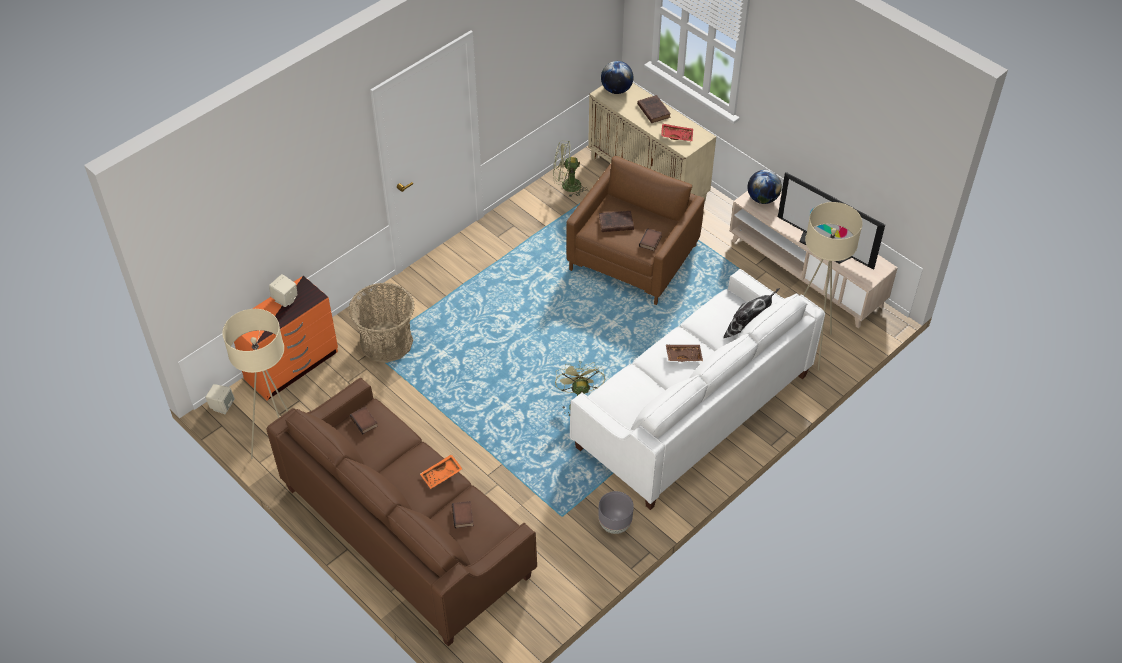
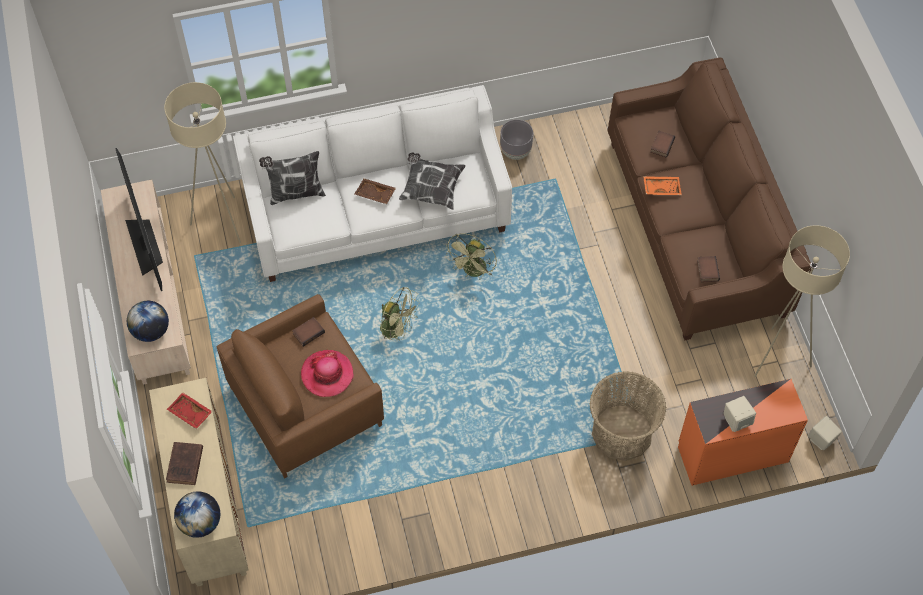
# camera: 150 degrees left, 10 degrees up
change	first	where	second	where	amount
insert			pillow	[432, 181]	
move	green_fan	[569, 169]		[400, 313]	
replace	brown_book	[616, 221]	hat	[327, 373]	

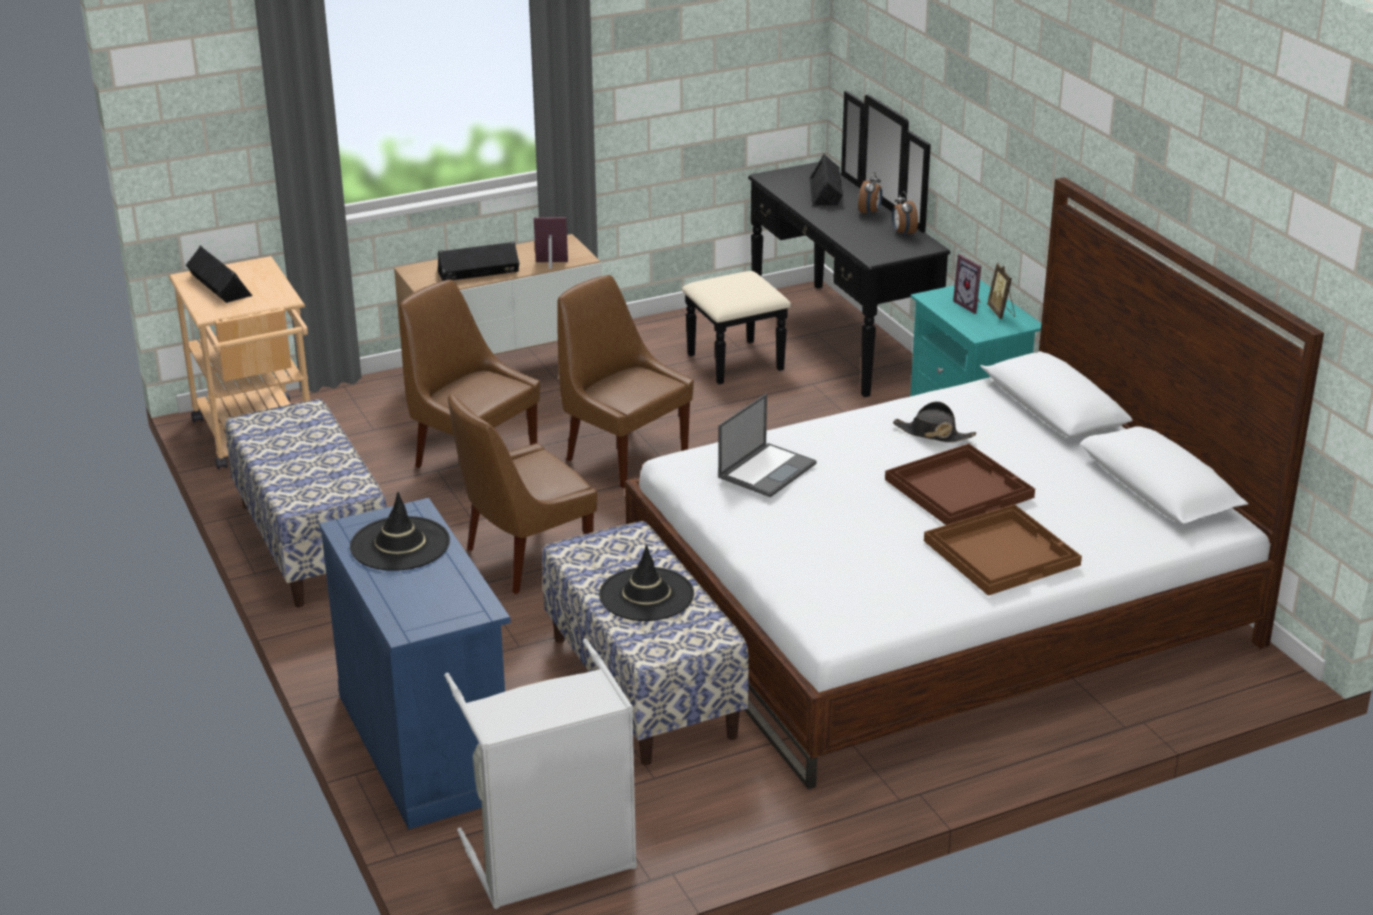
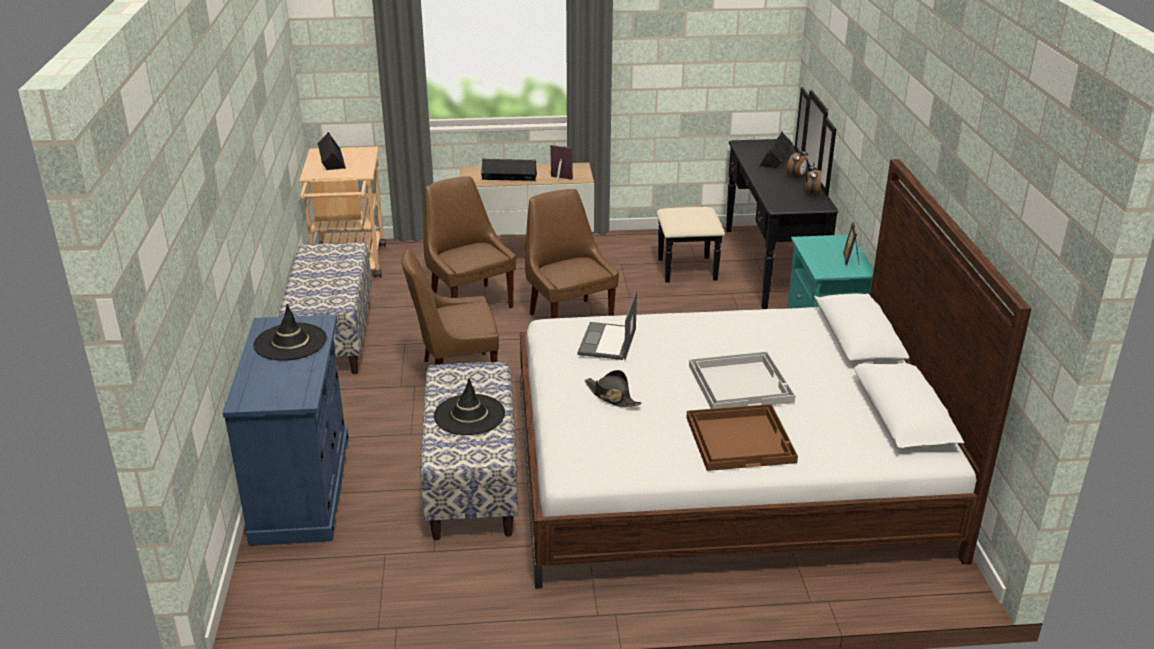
# camera: 20 degrees right, 0 degrees up
change	first	where	second	where	amount
delete	grey_laundry_basket	[540, 774]			
delete	picture_frame	[967, 284]			
move	black_hat	[934, 422]		[613, 388]	
recolor	brown_tray	[960, 484]	white_tray	[742, 380]	
rotate	laptop	[767, 445]		[607, 325]	135 degrees clockwise

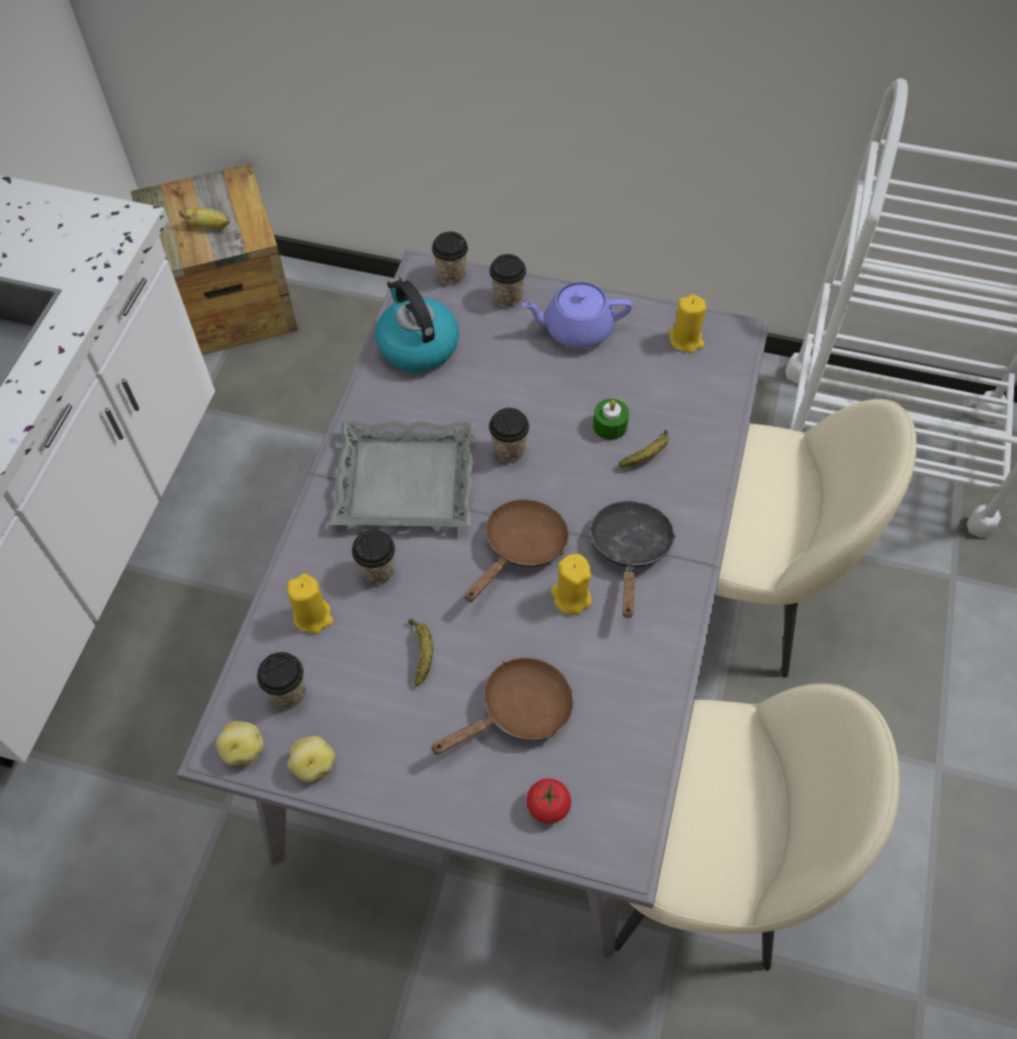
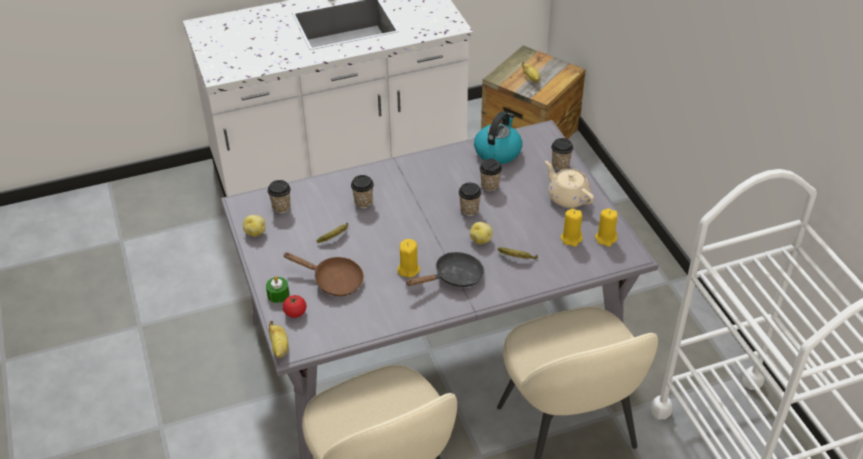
# camera: 55 degrees right, 15 degrees down
change	first	where	second	where	amount
delete	grey_tray	[402, 473]			
delete	brown_frying_pan	[517, 550]			
insert			banana	[279, 339]	
move	potato	[240, 743]		[481, 233]	
move	yellow_candle	[310, 603]		[571, 227]	
move	cup	[450, 258]		[490, 175]	
move	green_candle	[611, 419]		[277, 289]	
recolor	purple_teapot	[576, 315]	beige_teapot	[569, 184]	

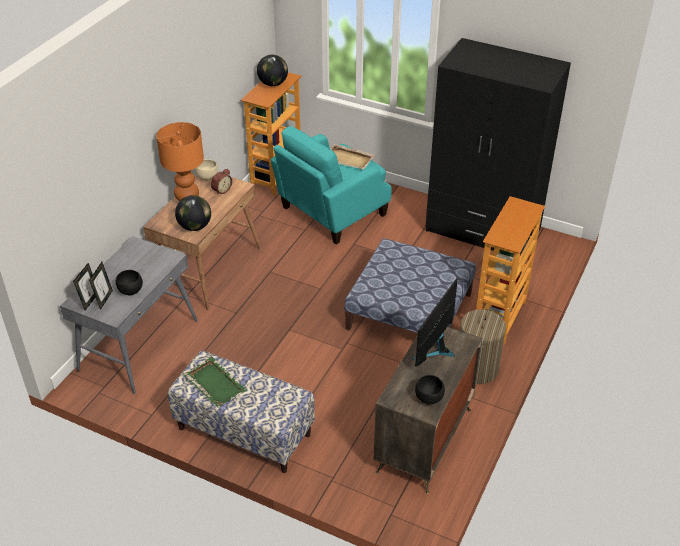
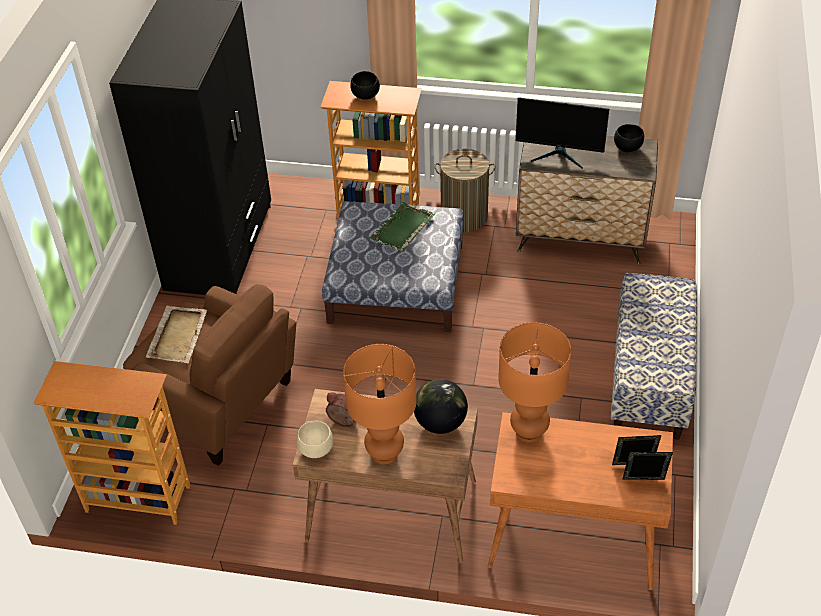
# camera: 105 degrees left, 5 degrees up
change	first	where	second	where	amount
delete	globe	[272, 70]			
insert			orange_table_lamp	[535, 382]	
move	black_bowl	[129, 282]		[365, 85]	
move	green_tray	[215, 382]		[402, 226]	
recolor	grey_desk	[129, 315]	orange_desk	[580, 501]	
recolor	turquoise_armchair	[331, 185]	brown_armchair	[209, 375]	

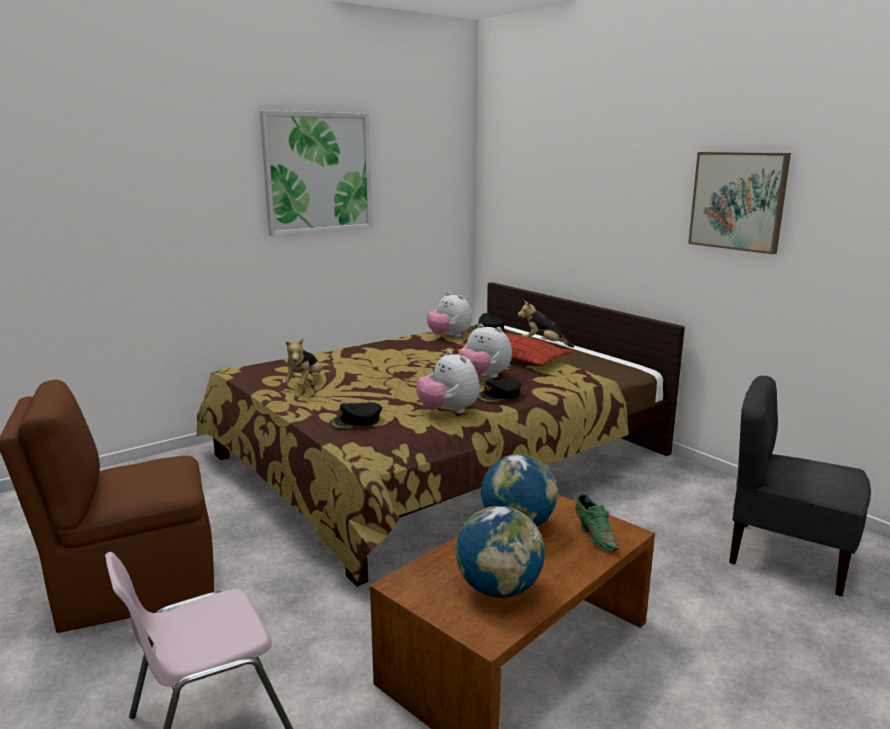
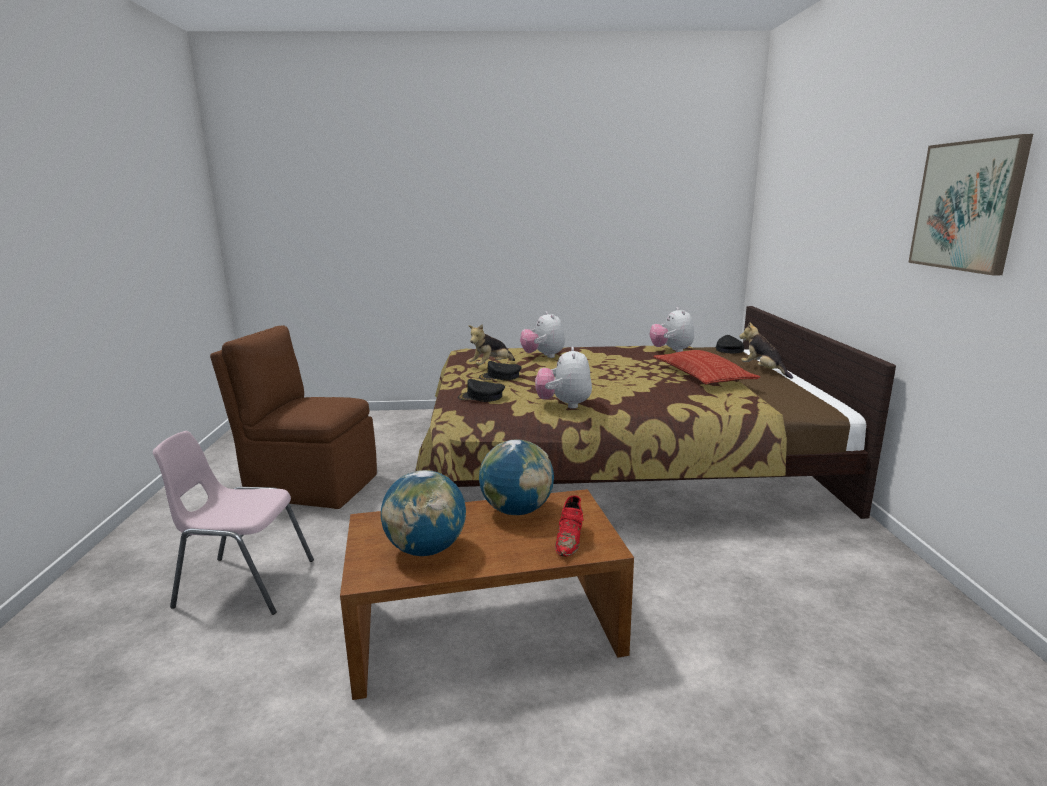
# camera: 35 degrees right, 0 degrees up
change	first	where	second	where	amount
delete	picture	[316, 173]			
delete	grey_chair	[800, 486]			
move	plush_toy	[485, 351]		[542, 334]	
move	black_cap	[499, 391]		[500, 371]	
recolor	green_shoe	[596, 522]	red_shoe	[569, 526]	

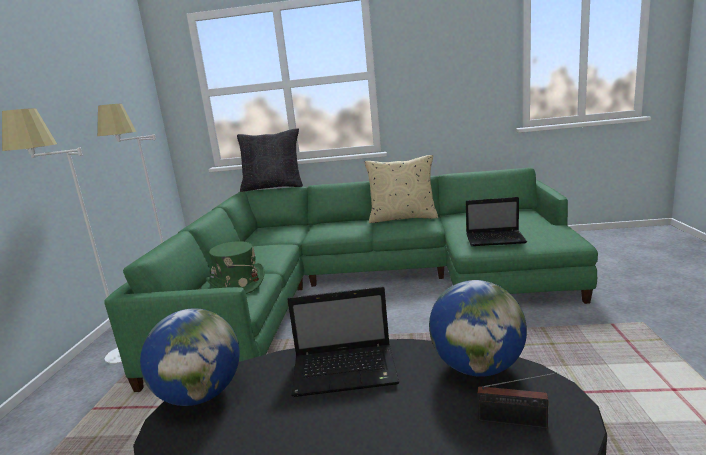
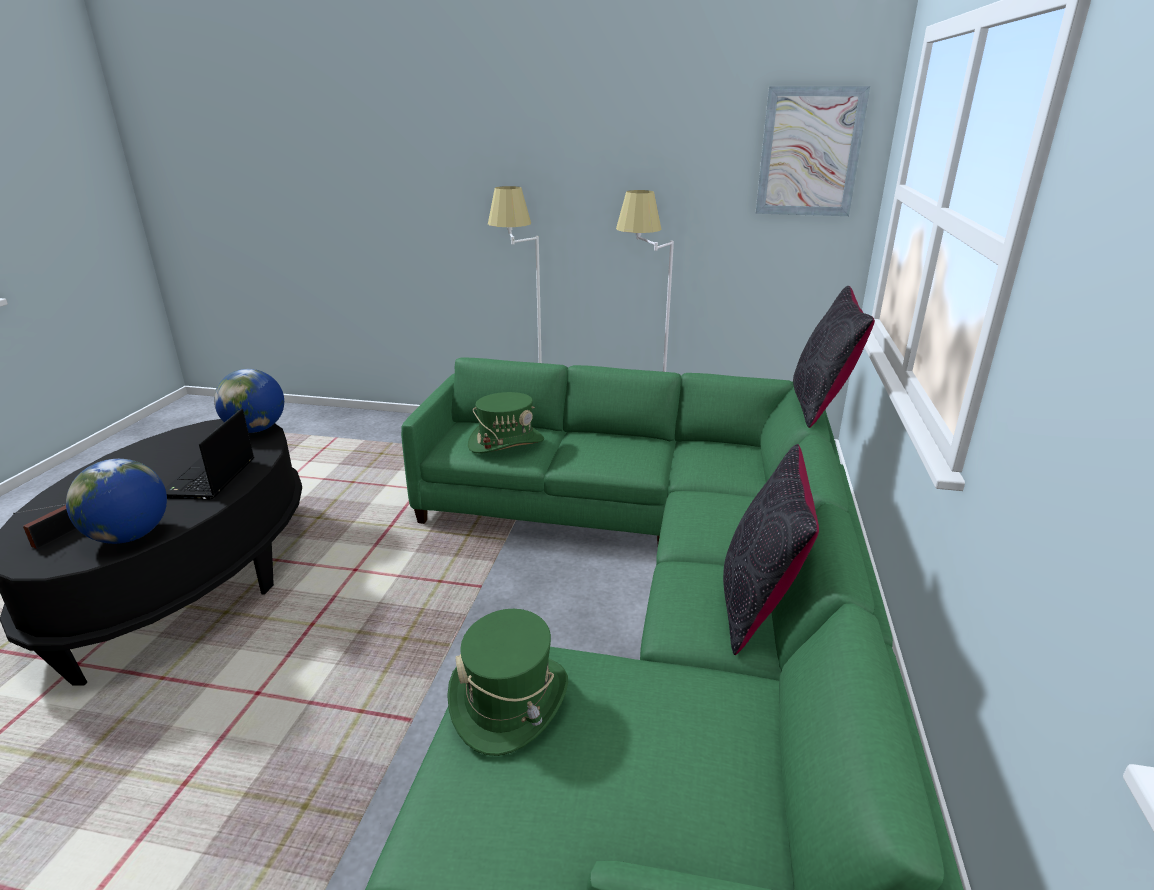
# camera: 95 degrees right, 10 degrees up
change	first	where	second	where	amount
insert			picture	[812, 151]	
replace	laptop	[496, 221]	green_hat	[507, 682]	
recolor	beige_pillow	[401, 189]	black_pillow	[771, 549]	

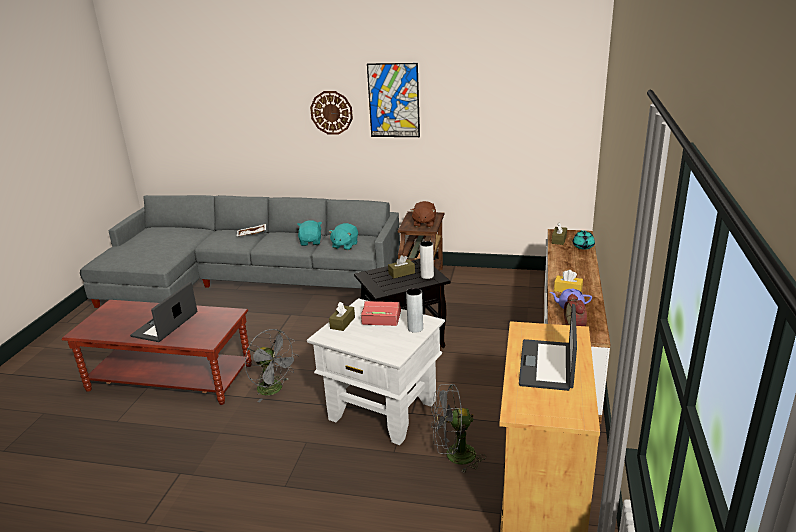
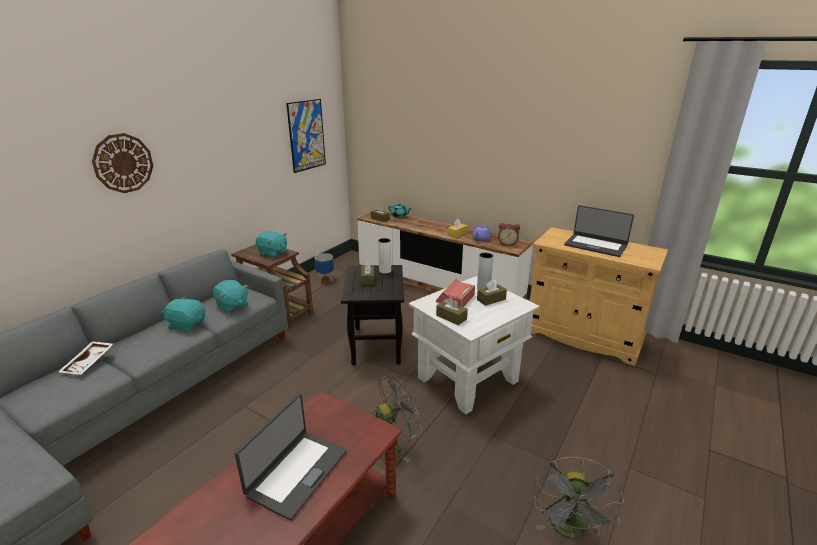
# camera: 70 degrees left, 0 degrees up
change	first	where	second	where	amount
insert			planter	[324, 268]	
insert			brown_tissue_box	[492, 292]	
move	picture	[393, 100]		[306, 136]	
move	grey_fan	[458, 428]		[578, 498]	
recolor	brown_plush_toy	[423, 214]	turquoise_plush_toy	[271, 244]	
rotate	laptop	[163, 312]		[291, 456]	105 degrees counterclockwise

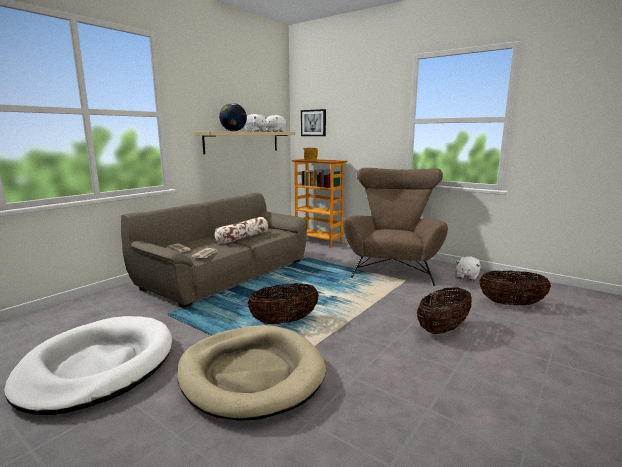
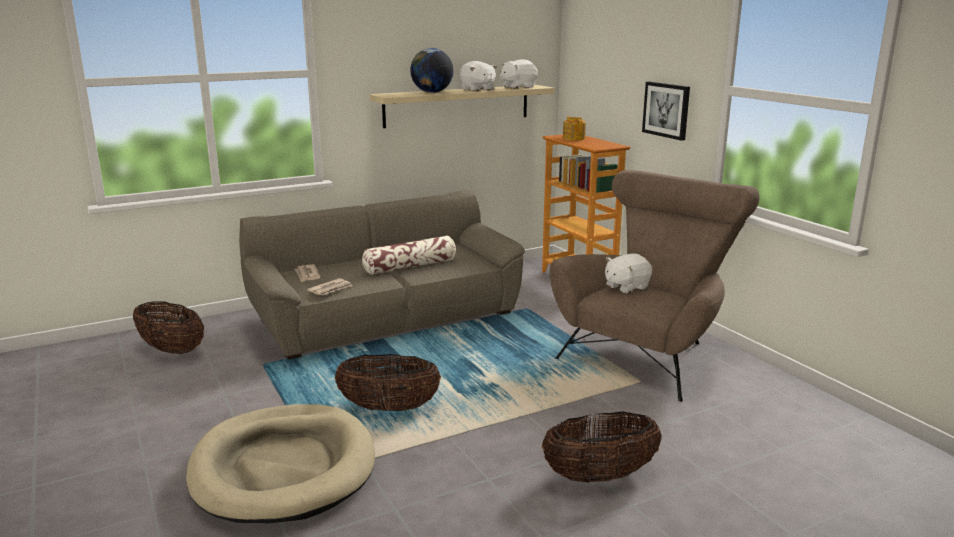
# camera: 25 degrees right, 5 degrees up
change	first	where	second	where	amount
delete	white_dog_bed	[88, 365]			
move	picture	[313, 122]		[666, 111]	
move	white_plush_toy	[468, 268]		[628, 274]	
move	basket	[515, 288]		[168, 328]	

